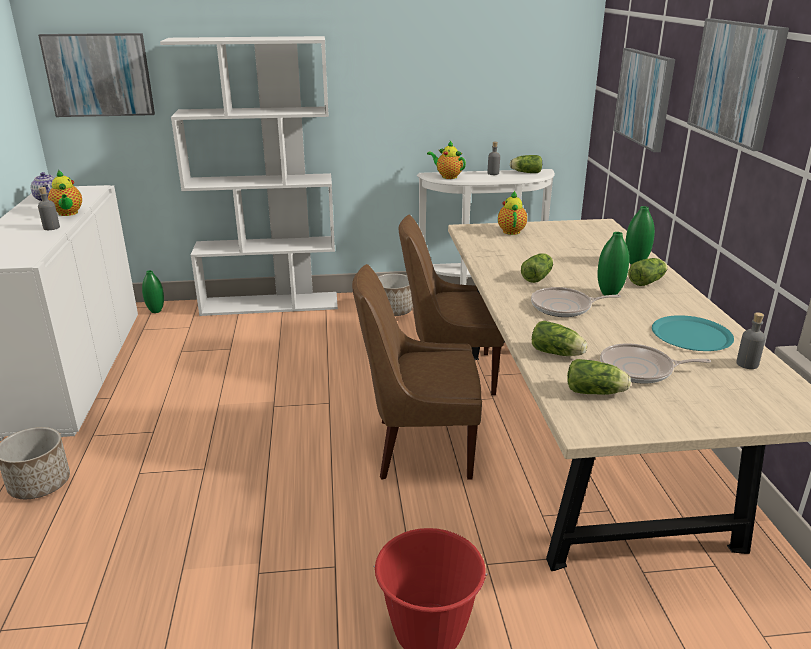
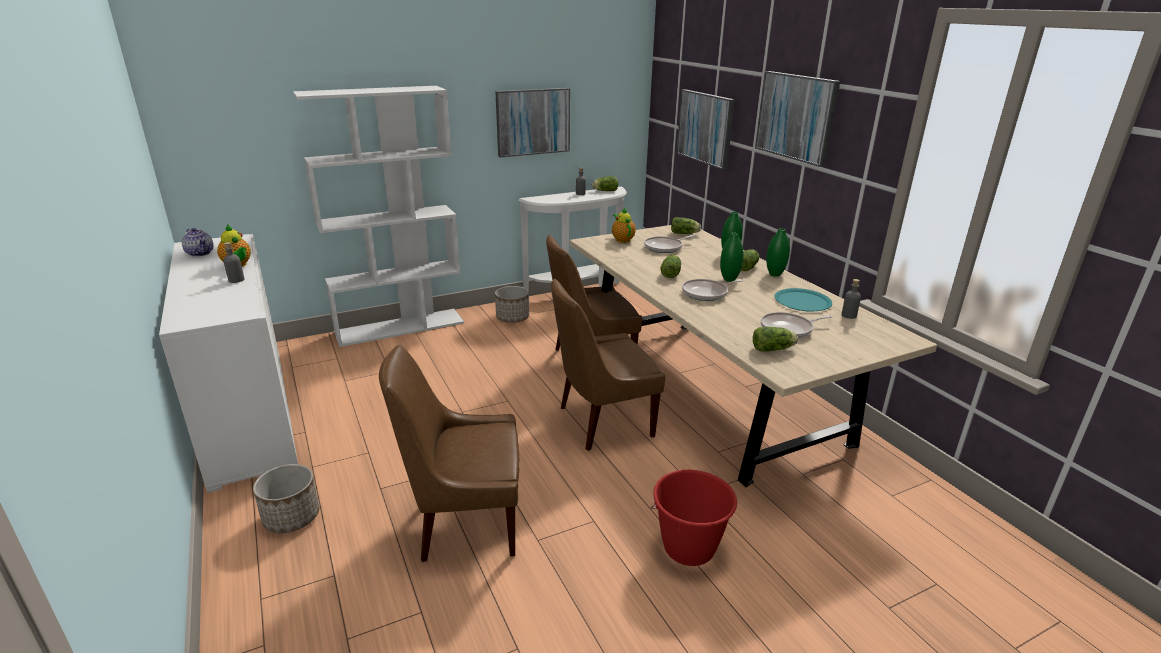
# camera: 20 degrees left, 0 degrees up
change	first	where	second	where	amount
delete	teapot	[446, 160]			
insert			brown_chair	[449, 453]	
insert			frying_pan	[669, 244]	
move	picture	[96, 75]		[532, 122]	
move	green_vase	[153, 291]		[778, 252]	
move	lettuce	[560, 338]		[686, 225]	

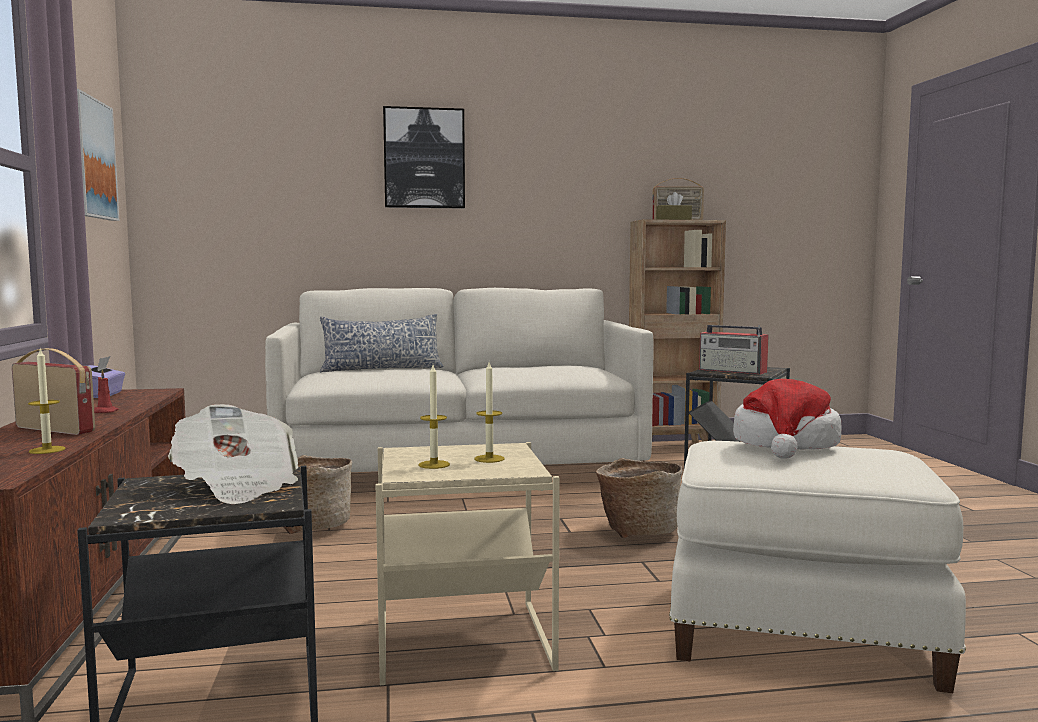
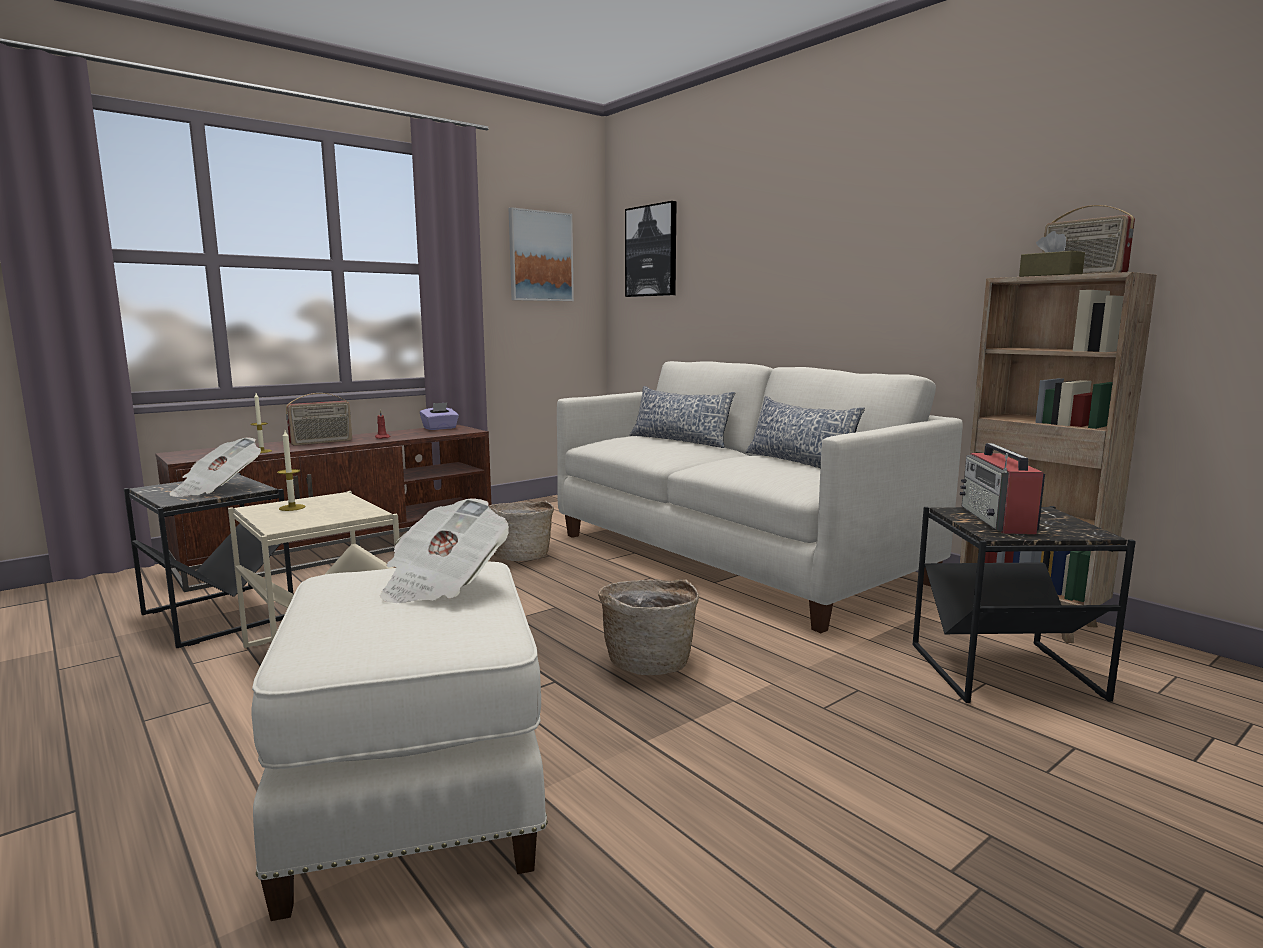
# camera: 60 degrees right, 5 degrees up
change	first	where	second	where	amount
delete	candle	[489, 412]			
insert			pillow	[805, 432]	
move	picture	[424, 157]		[651, 249]	
replace	hat	[787, 419]	newspaper	[444, 550]	
rotate	radio	[53, 391]		[319, 419]	60 degrees clockwise

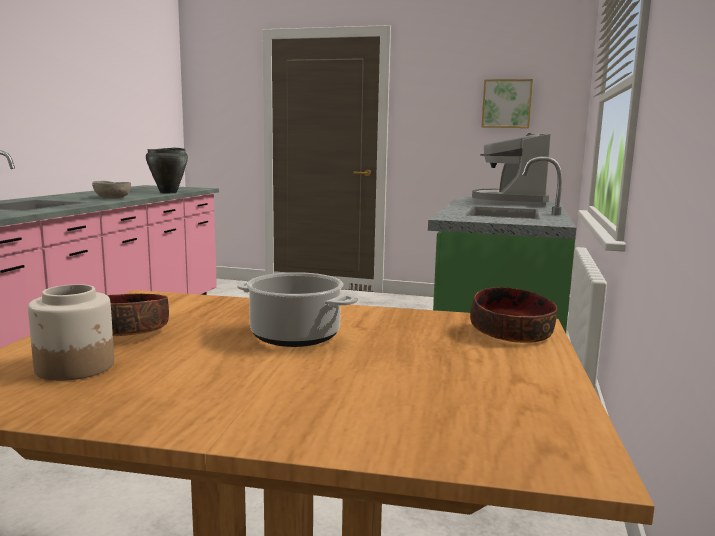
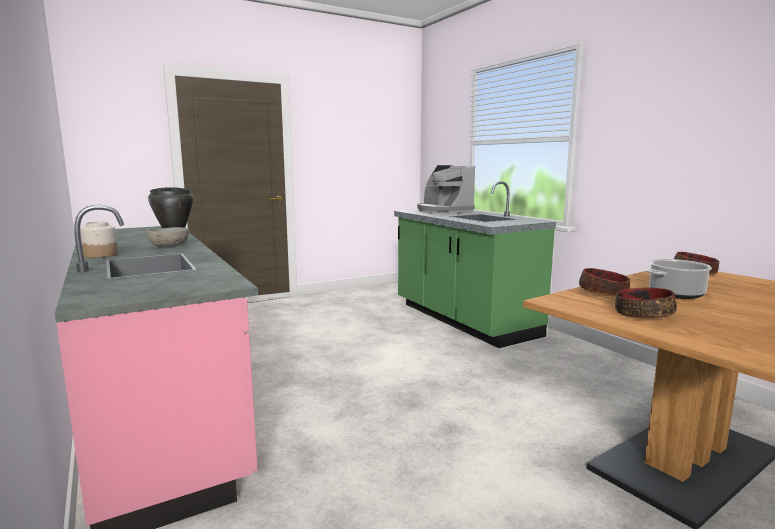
# camera: 45 degrees left, 0 degrees up
change	first	where	second	where	amount
delete	picture	[507, 103]			
insert			bowl	[604, 282]	
move	jar	[71, 332]		[99, 239]	

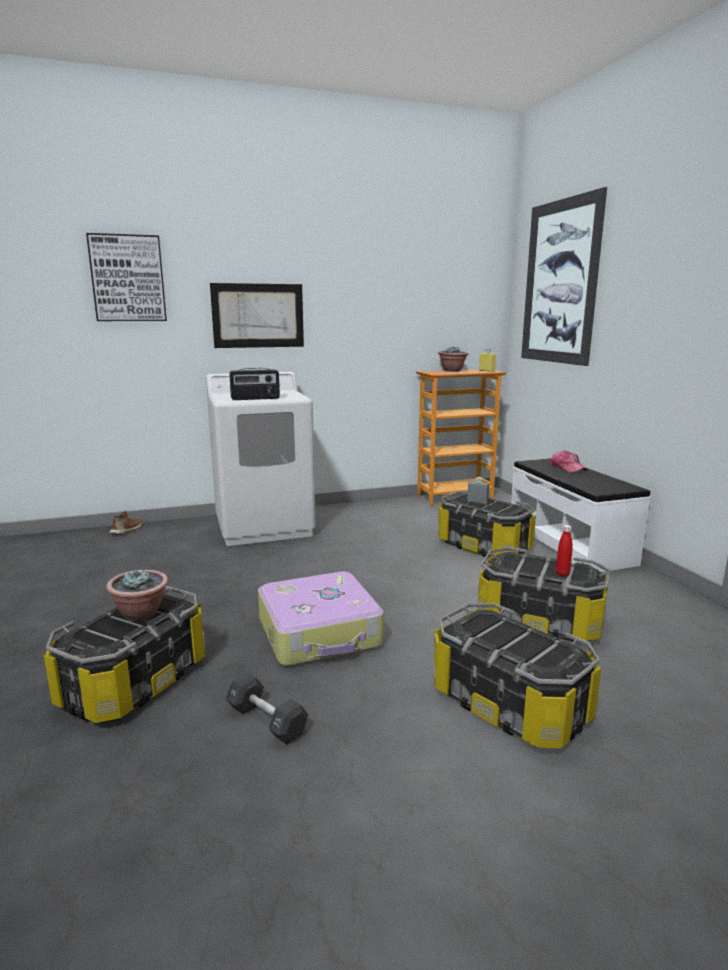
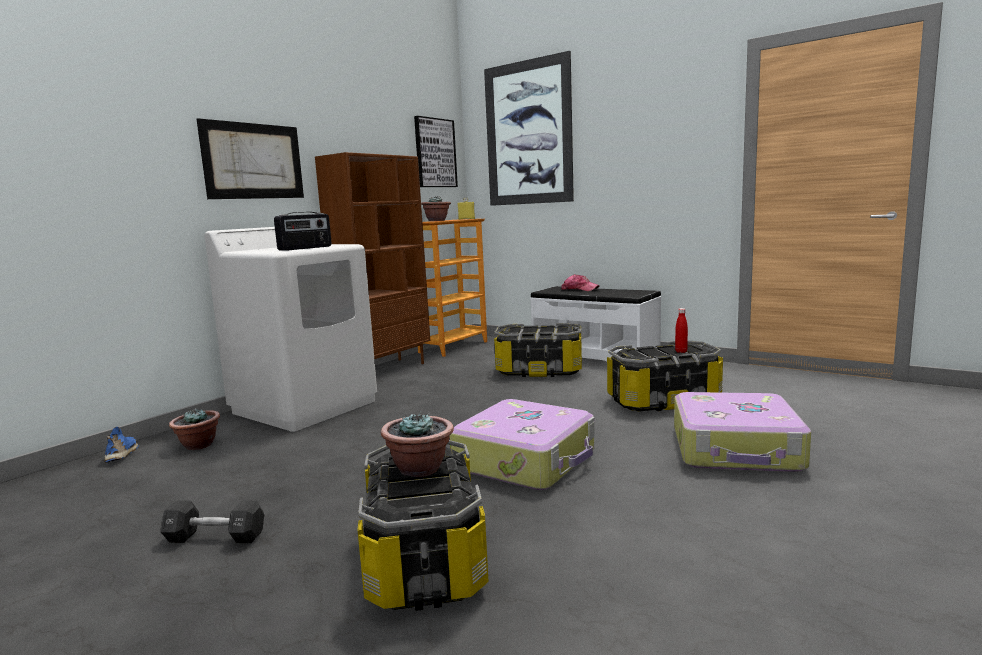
# camera: 35 degrees left, 5 degrees down
change	first	where	second	where	amount
delete	grey_bottle	[478, 491]			
insert			potted_plant	[194, 429]	
insert			brown_bookcase	[372, 258]	
move	picture	[126, 277]		[436, 151]	
move	black_dumbbell	[267, 708]		[212, 522]	
replace	storage_box	[517, 675]	suitcase	[742, 432]	
recolor	brown_shoe	[125, 523]	blue_shoe	[121, 445]	

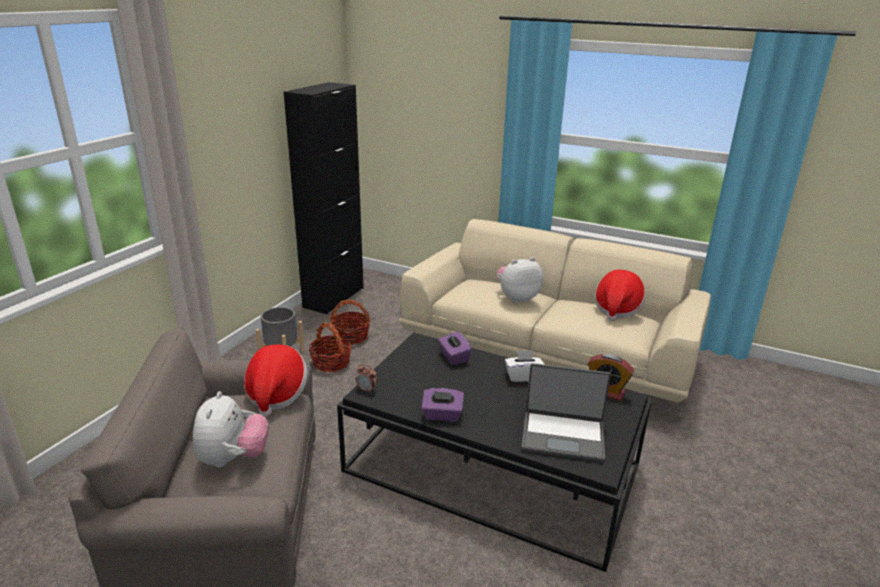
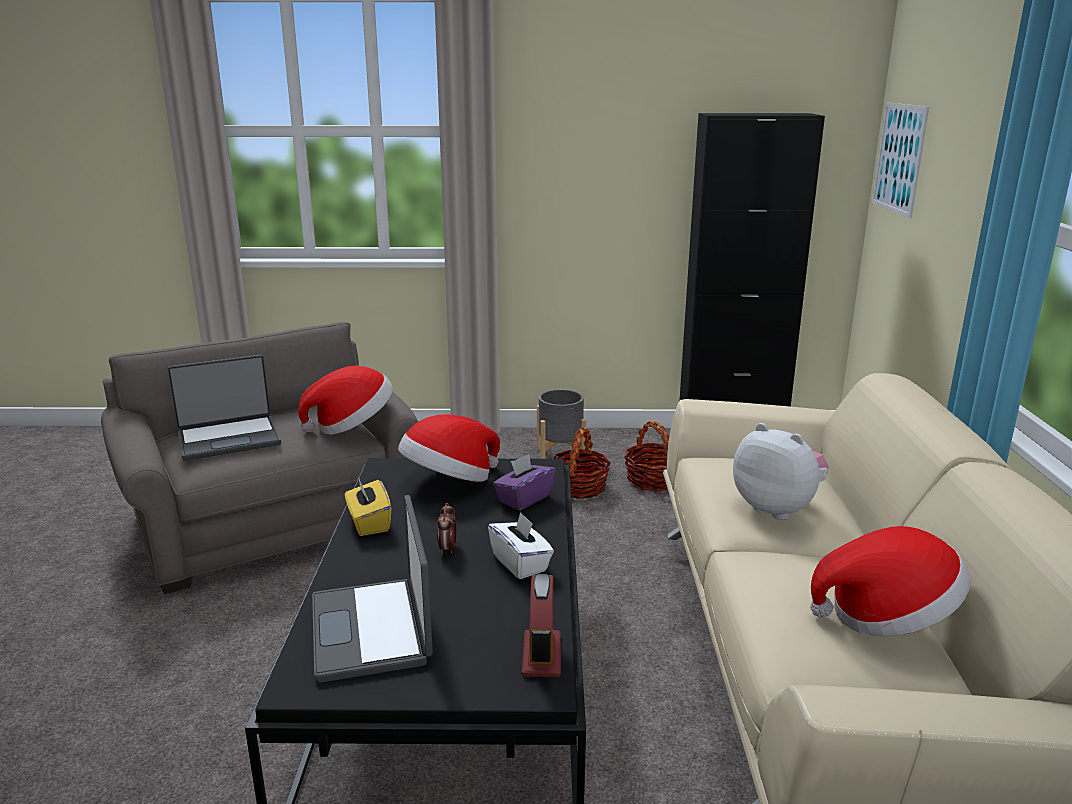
# camera: 65 degrees right, 5 degrees down
change	first	where	second	where	amount
insert			hat	[449, 448]	
insert			picture	[900, 160]	
move	alarm_clock	[367, 378]		[447, 529]	
replace	plush_toy	[231, 429]	laptop	[224, 408]	
recolor	purple_tissue_box	[443, 405]	yellow_tissue_box	[368, 506]	

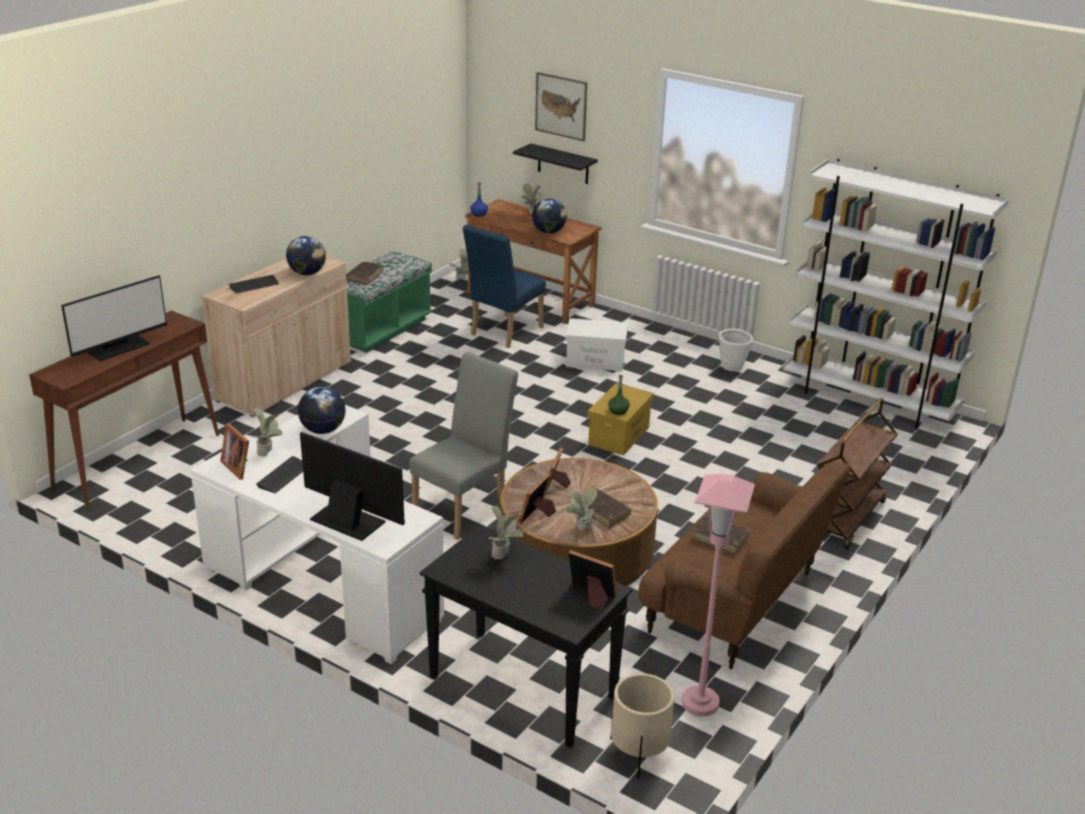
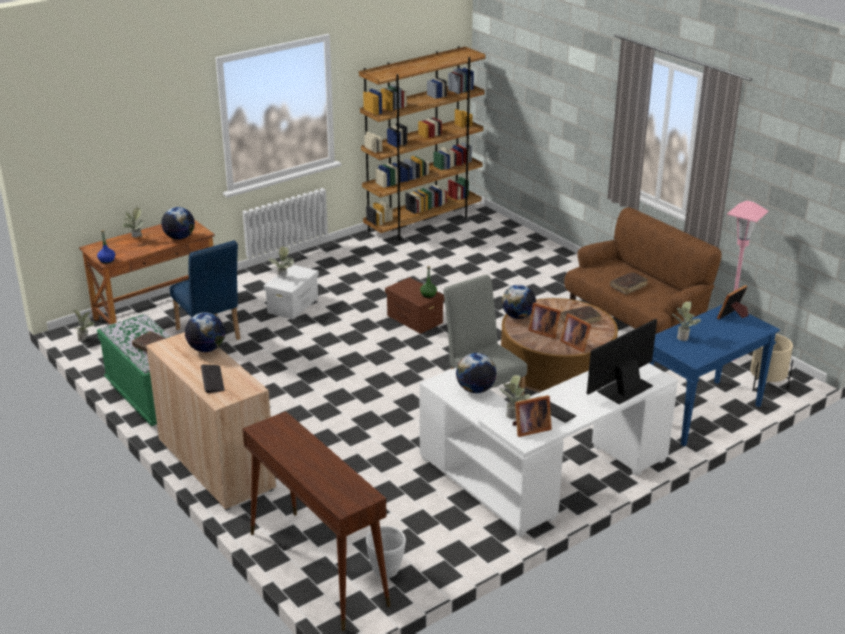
# camera: 70 degrees left, 0 degrees up
change	first	where	second	where	amount
delete	monitor	[114, 318]			
delete	black_shelf	[555, 164]			
delete	picture	[561, 106]			
delete	brown_cart	[857, 473]			
insert			globe	[519, 302]	
move	potted_plant	[581, 509]		[281, 261]	
move	white_planter	[736, 350]		[386, 552]	
recolor	black_console_table	[526, 636]	blue_console_table	[715, 375]	
recolor	yellow_storage_box	[621, 419]	brown_storage_box	[415, 305]	
recolor	white_bookcase	[896, 294]	brown_bookcase	[422, 143]	

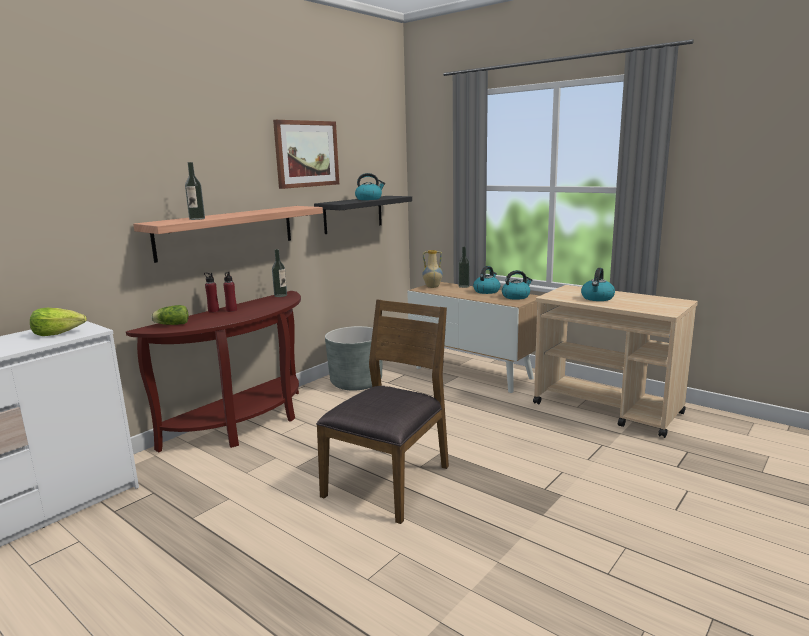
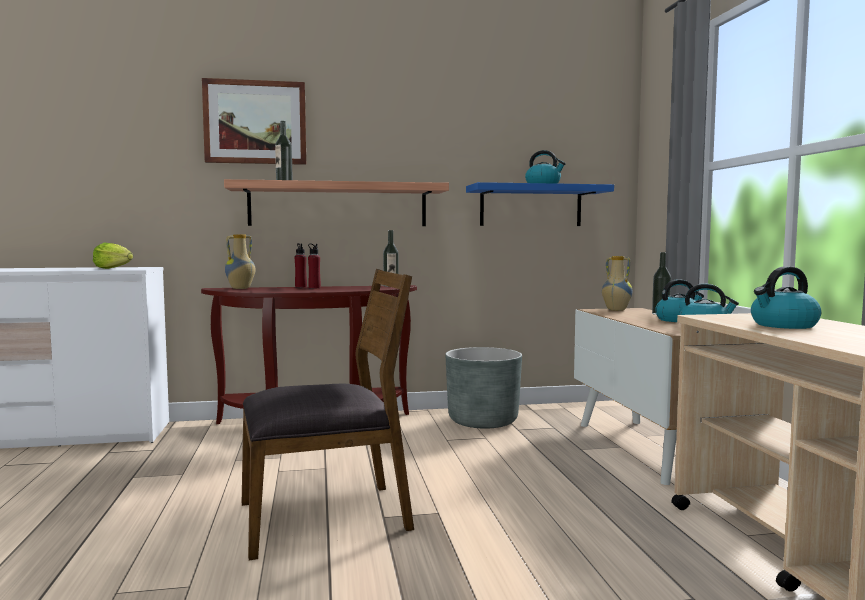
# camera: 40 degrees right, 10 degrees down
change	first	where	second	where	amount
move	picture	[306, 154]		[254, 121]	
replace	lettuce	[170, 315]	vase	[240, 262]	
recolor	black_shelf	[363, 215]	blue_shelf	[540, 204]	

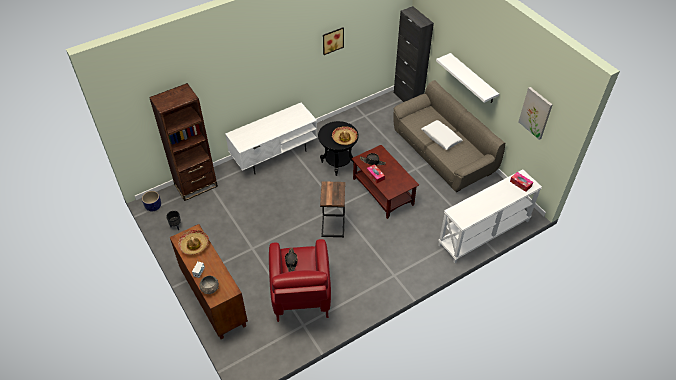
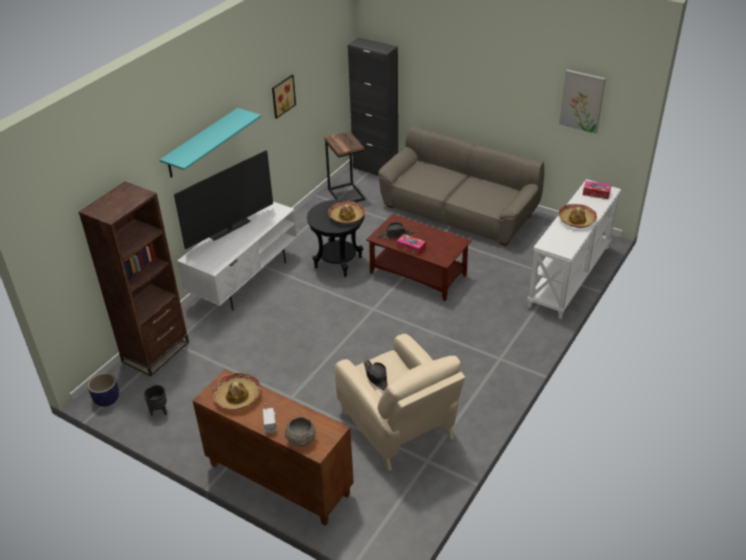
# camera: 25 degrees left, 10 degrees down
change	first	where	second	where	amount
delete	white_pillow	[442, 135]			
delete	white_shelf	[467, 78]			
insert			turquoise_shelf	[210, 143]	
insert			television	[223, 199]	
insert			hat	[577, 216]	
move	side_table	[332, 209]		[345, 166]	
recolor	red_armchair	[300, 280]	beige_armchair	[400, 402]	

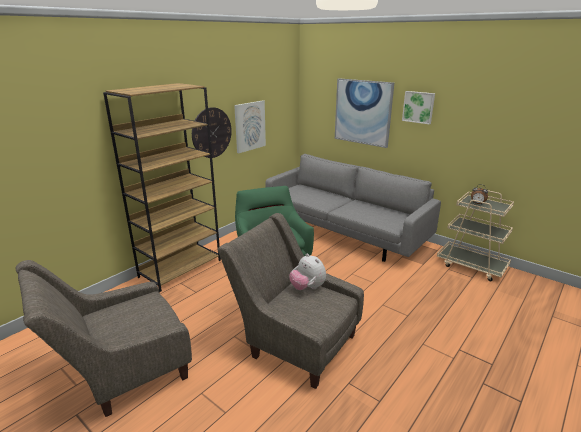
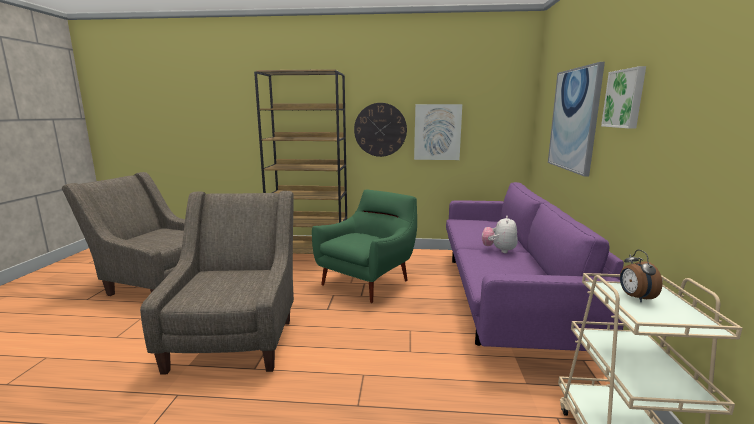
# camera: 55 degrees right, 10 degrees down
change	first	where	second	where	amount
move	plush_toy	[307, 271]		[500, 234]	
recolor	grey_sofa	[353, 208]	purple_sofa	[535, 266]	

